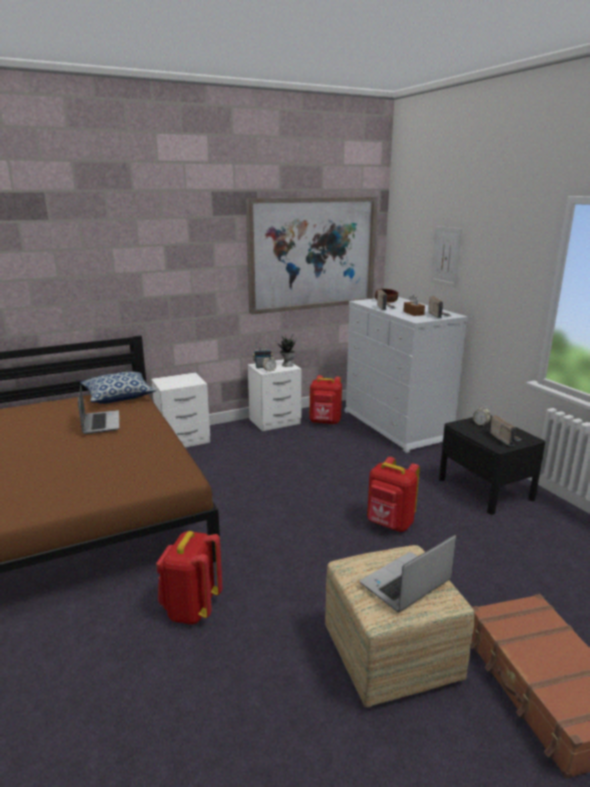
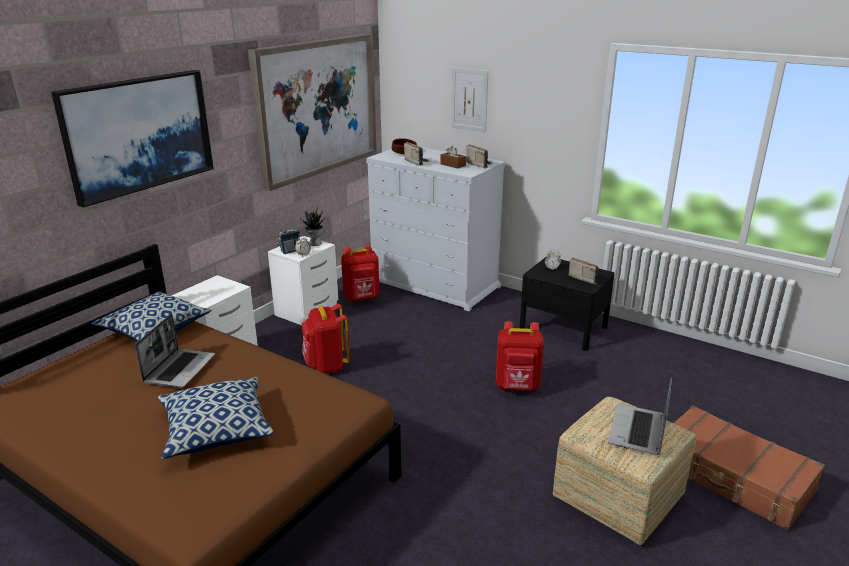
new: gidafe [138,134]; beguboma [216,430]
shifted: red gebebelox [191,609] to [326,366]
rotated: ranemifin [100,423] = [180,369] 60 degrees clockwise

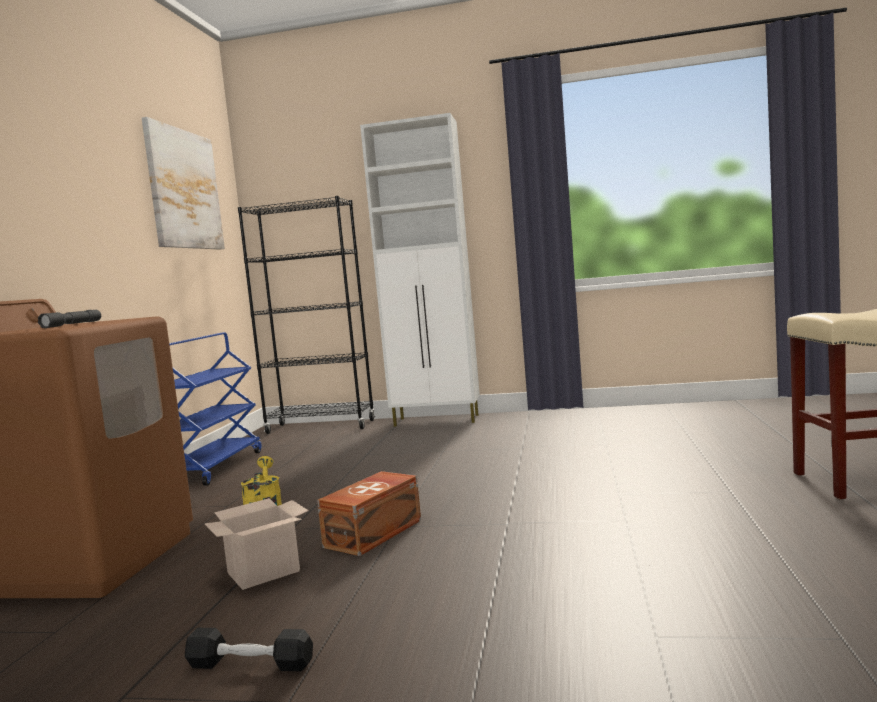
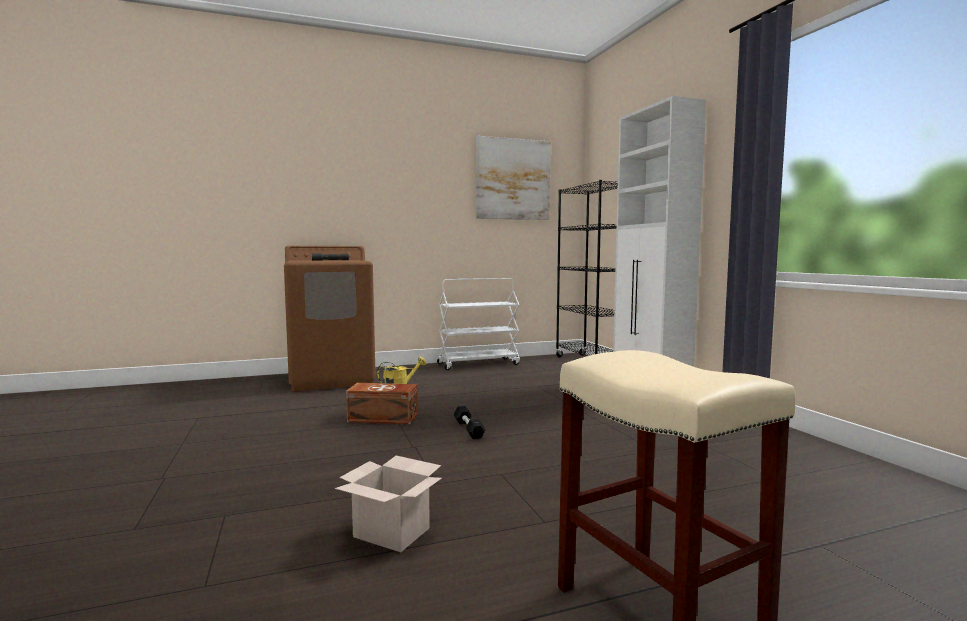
shifted: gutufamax [265,571] to [393,532]; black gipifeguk [250,664] to [468,429]
repainted: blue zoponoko [214,468] to white zoponoko [478,364]

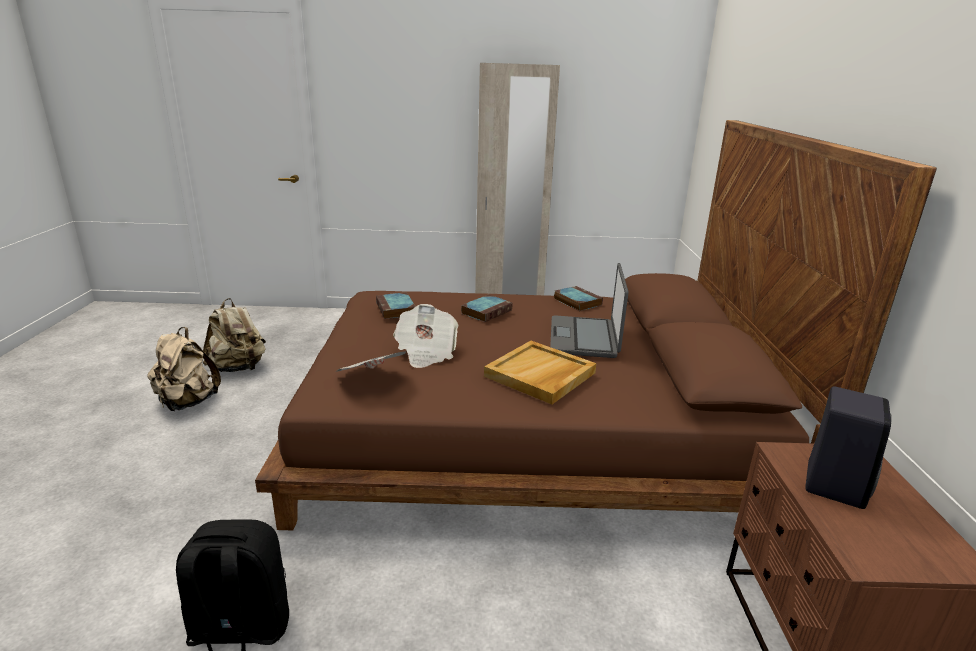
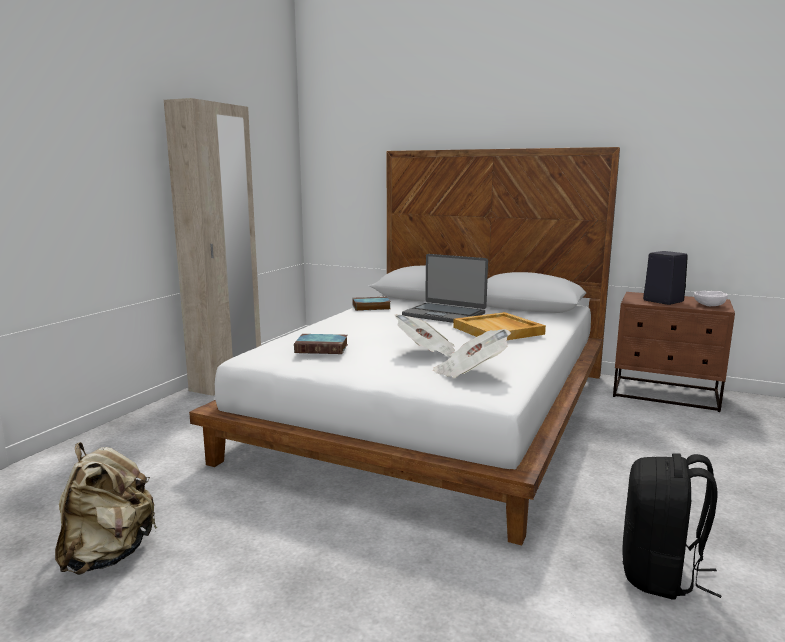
gone: beige gebebelox [187,402]; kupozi [487,311]
new: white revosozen [709,305]
repainted: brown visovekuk [528,432] to white visovekuk [435,413]

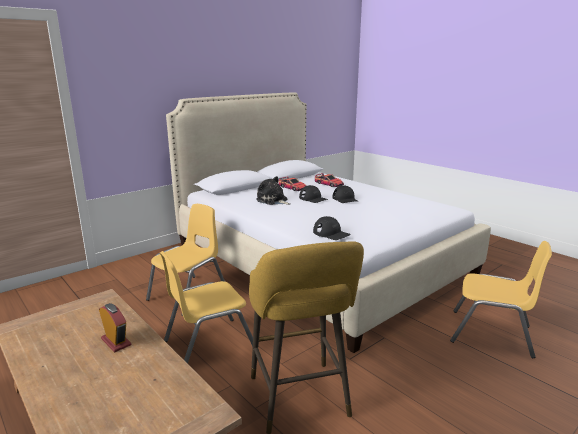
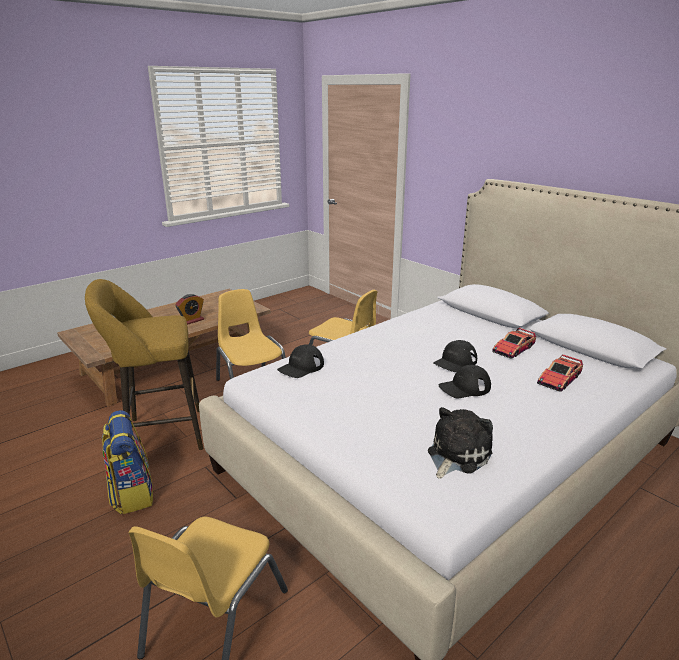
new: gebebelox [132,493]
shifted: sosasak [273,201] to [456,455]

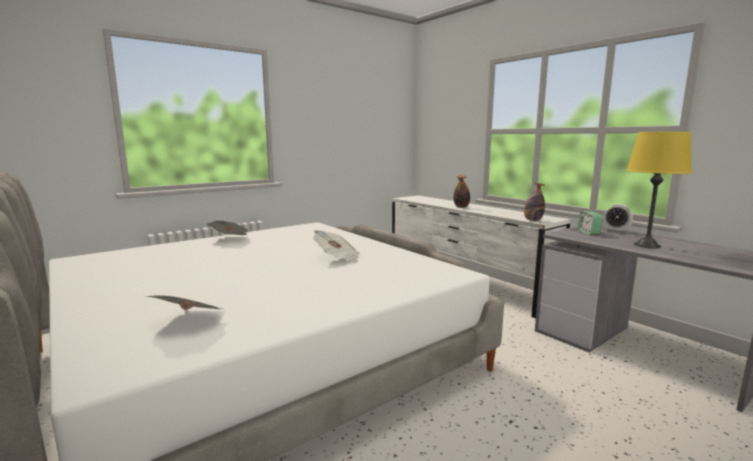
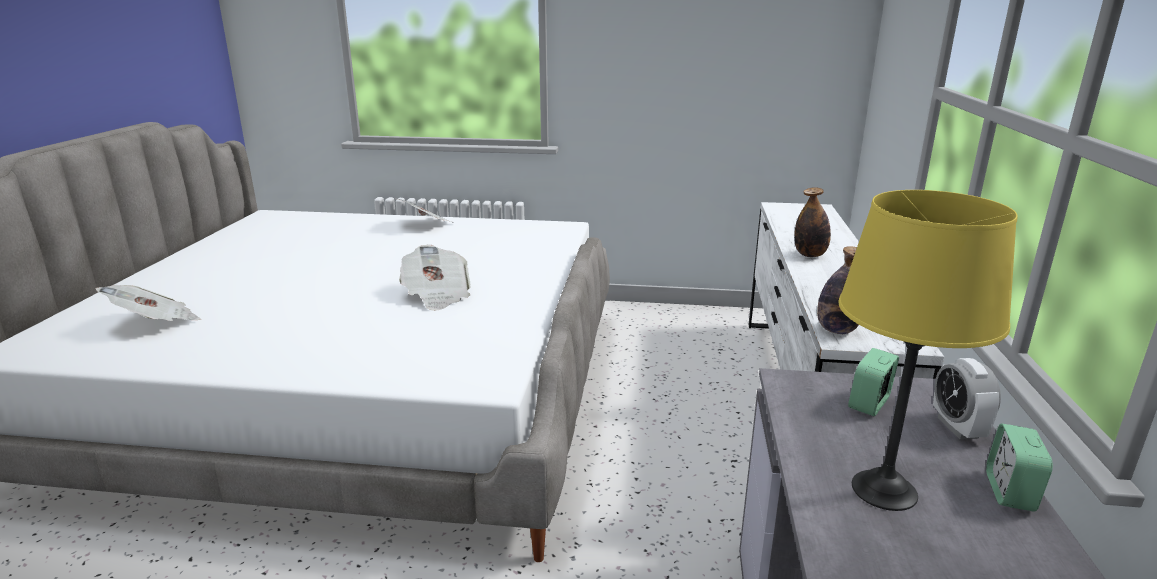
new: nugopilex [1010,492]

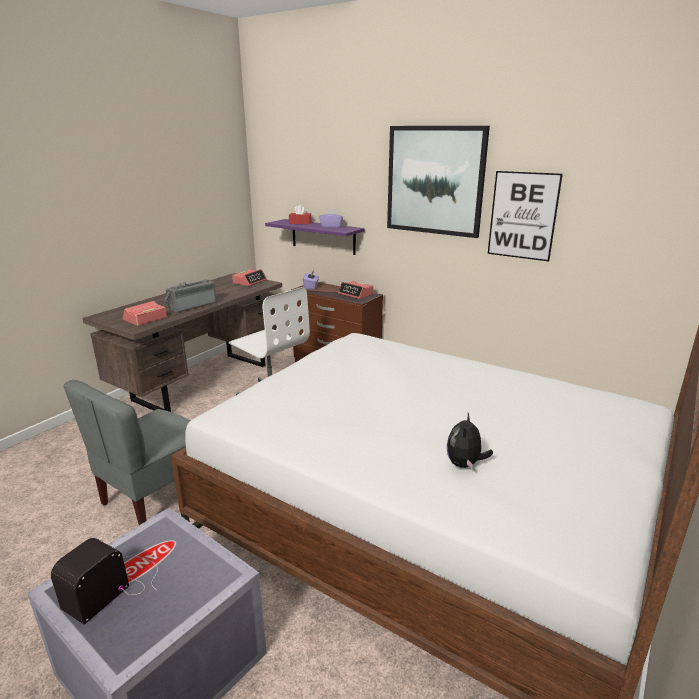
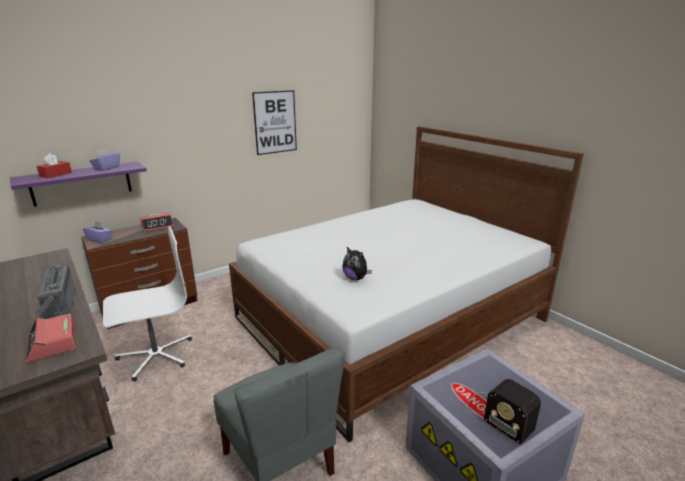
gone: nugopilex [250,282]; gidafe [435,181]
shifted: sosasak [465,464] to [355,278]

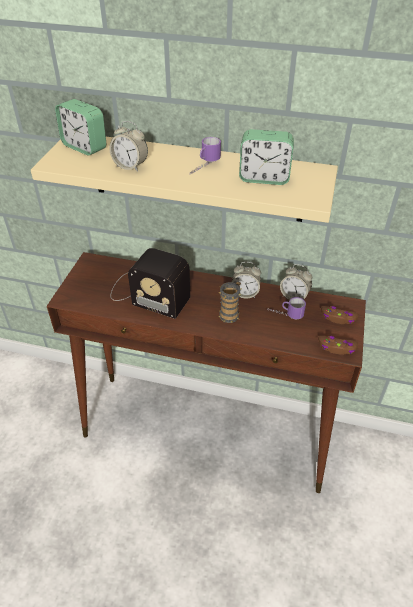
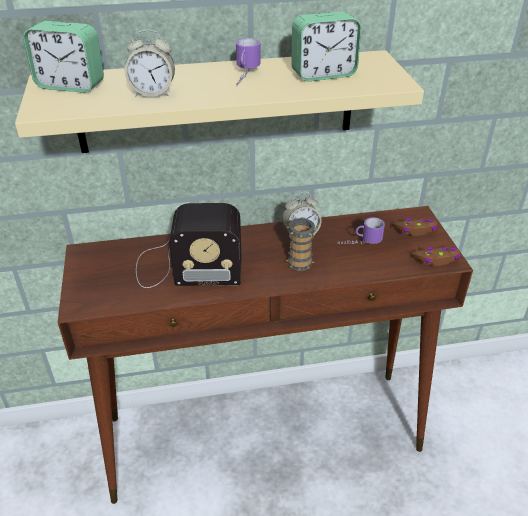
gone: nugopilex [294,296]

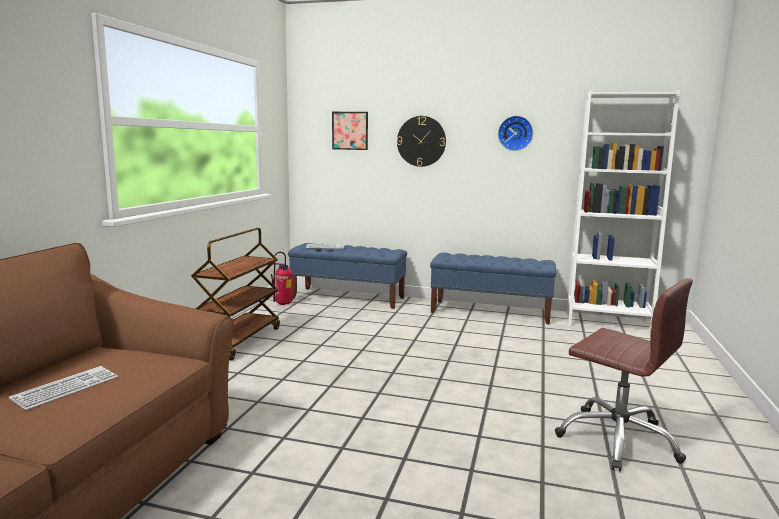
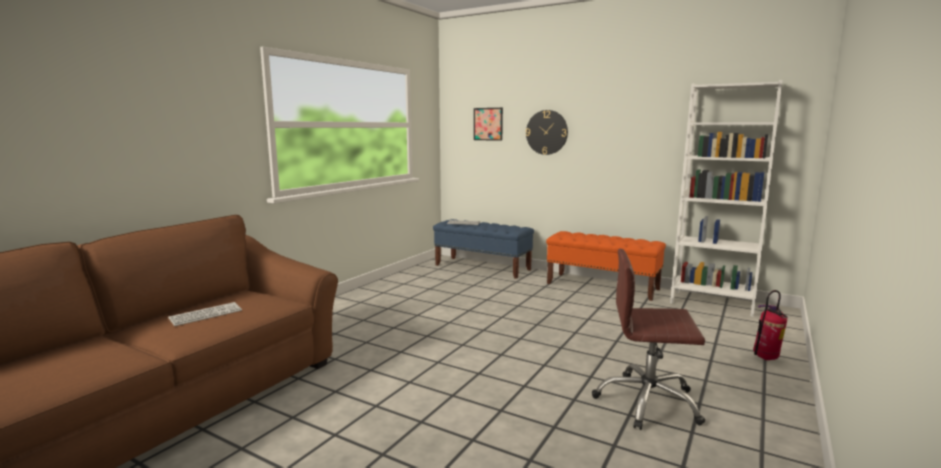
gone: brown zoponoko [239,340]; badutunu [515,133]
shifted: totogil [283,304] to [765,358]
repainted: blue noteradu [490,312] to orange noteradu [602,286]
rotated: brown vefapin [618,439] = [647,402] 135 degrees clockwise

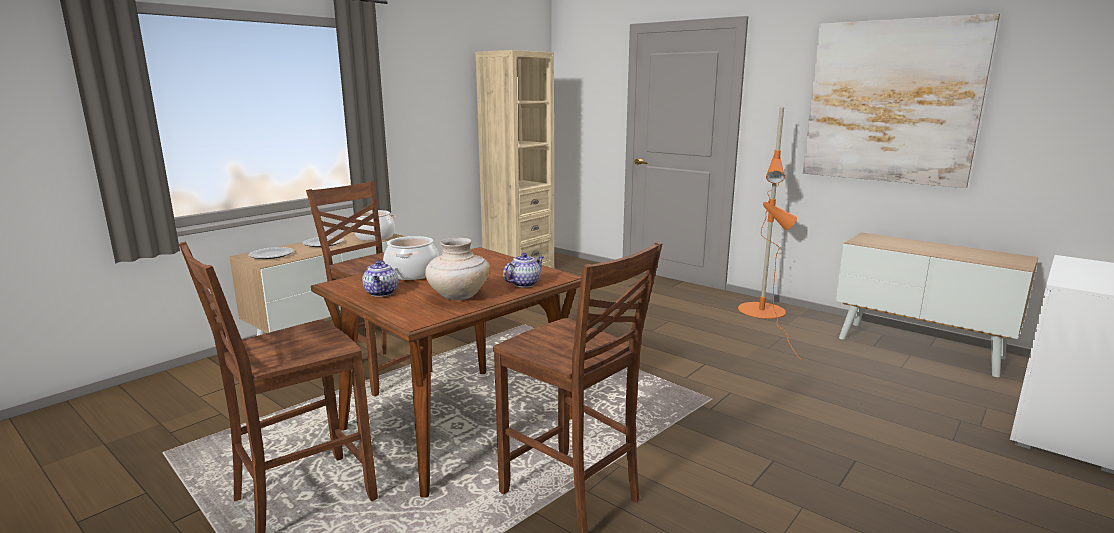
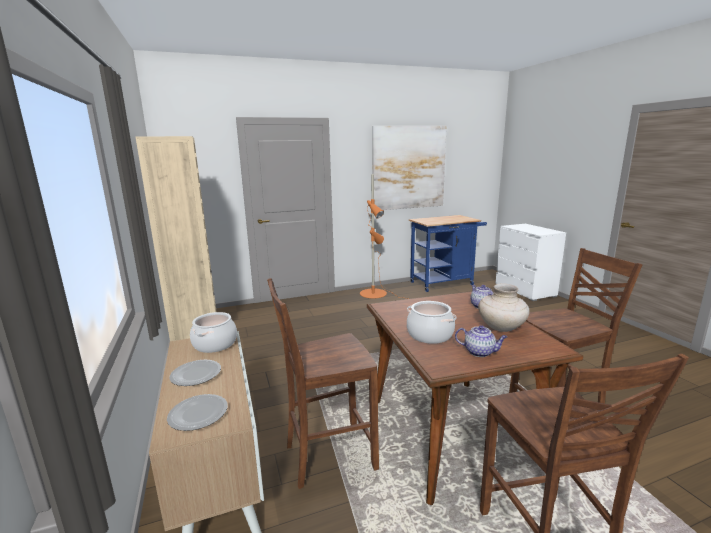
swapped: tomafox [920,347] to blue zoponoko [445,283]

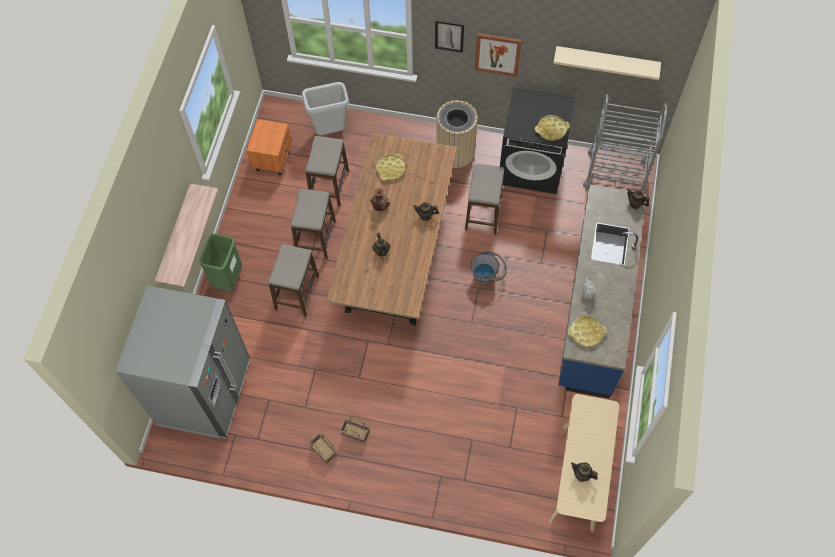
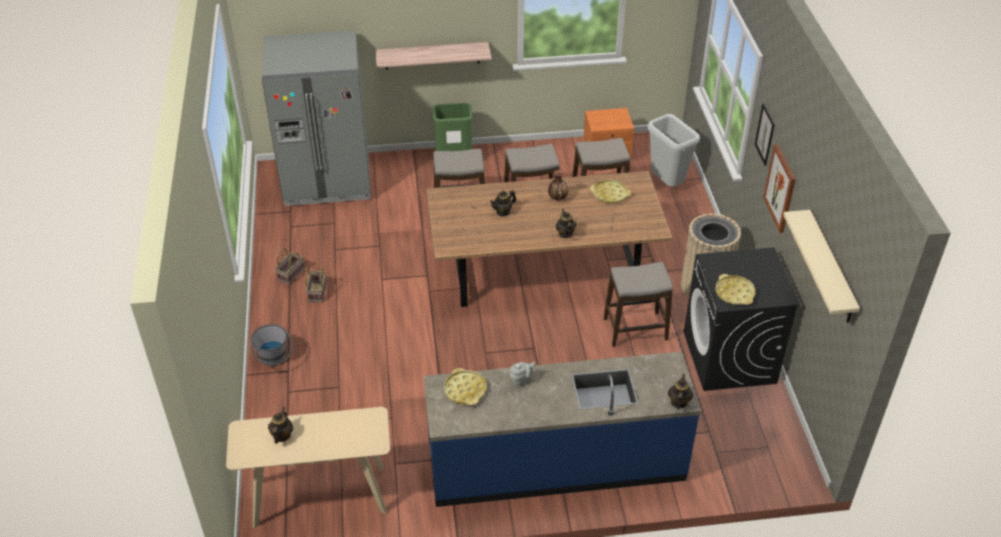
gone: grey zoponoko [615,173]
shifted: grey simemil [487,275] to [274,361]

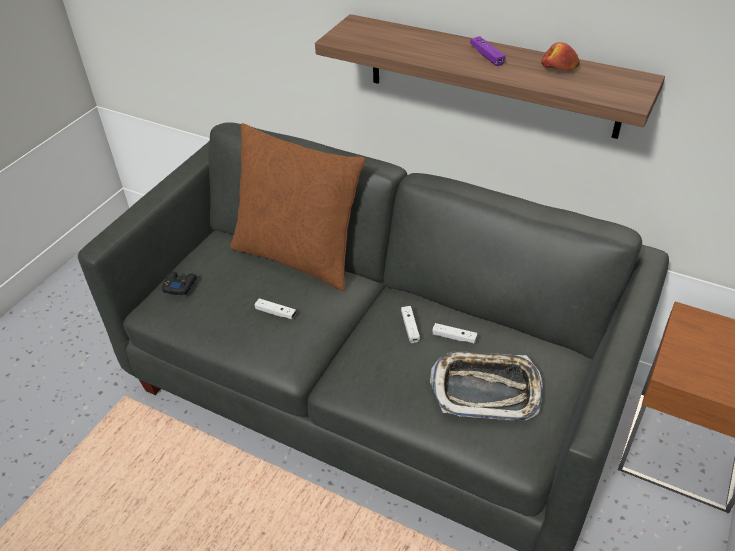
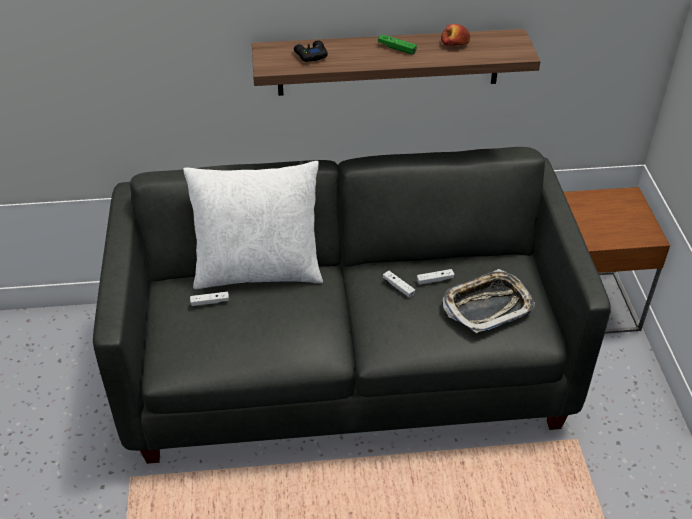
shifted: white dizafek [275,313] to [210,302]; black dizafek [179,285] to [310,55]
repainted: brown beguboma [298,255] to white beguboma [258,270]; purple dizafek [487,56] to green dizafek [397,48]

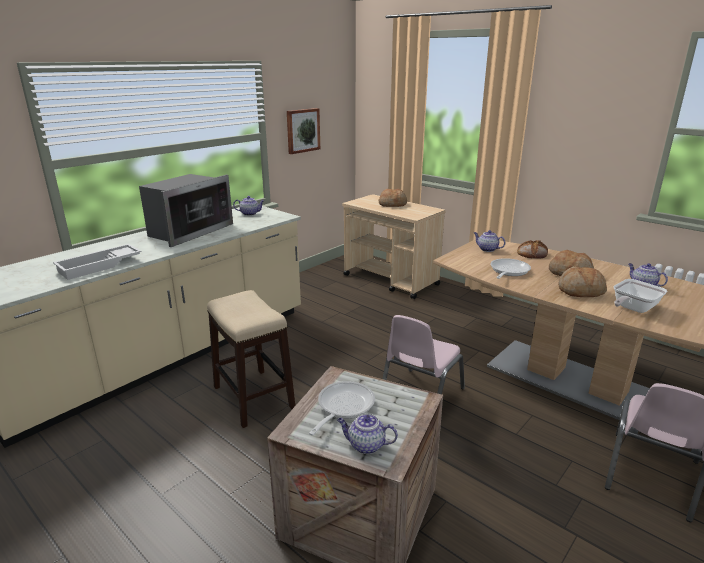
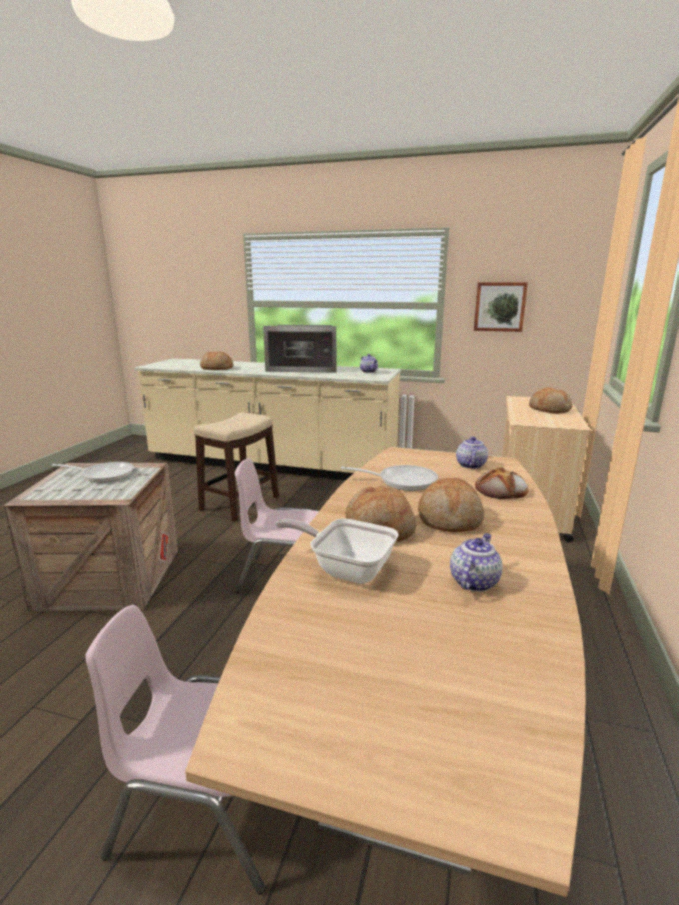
gone: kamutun [365,445]
swapped: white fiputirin [100,266] to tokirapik [216,368]

